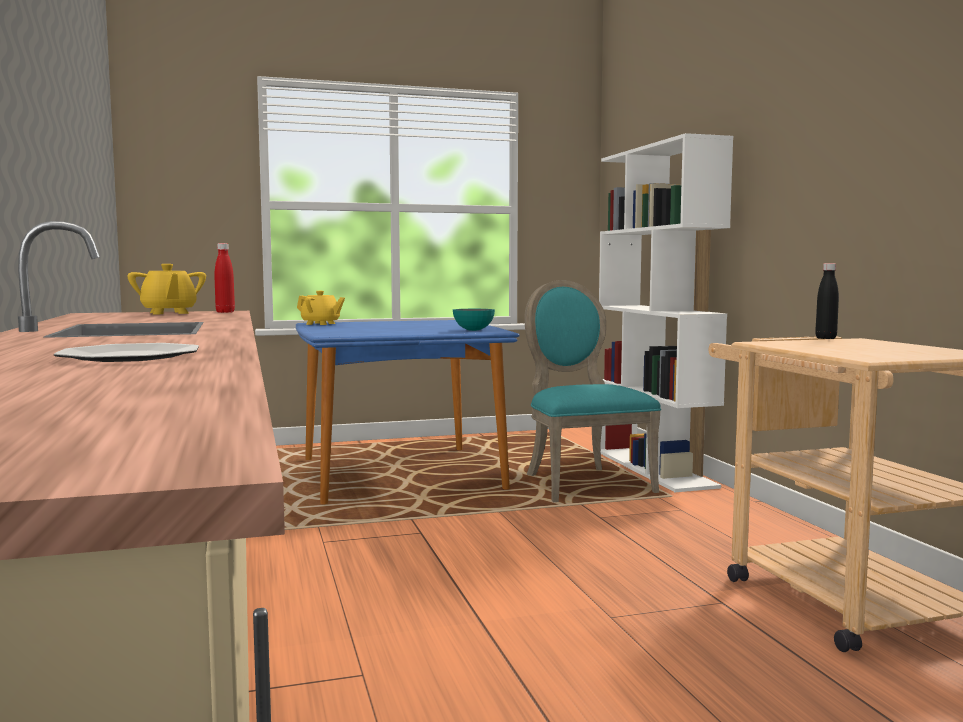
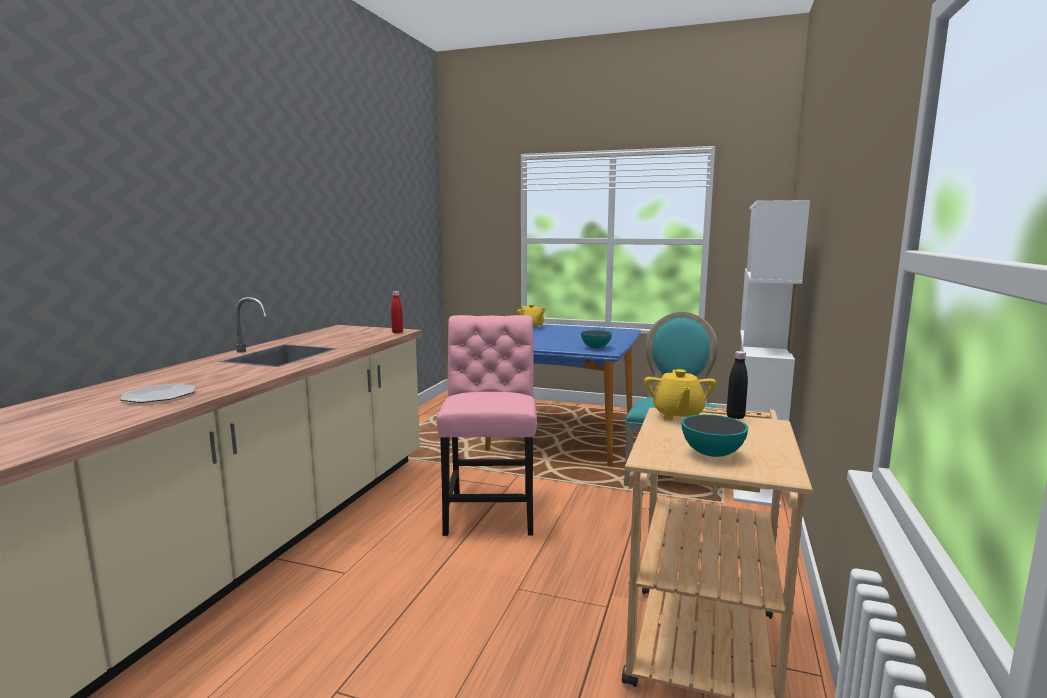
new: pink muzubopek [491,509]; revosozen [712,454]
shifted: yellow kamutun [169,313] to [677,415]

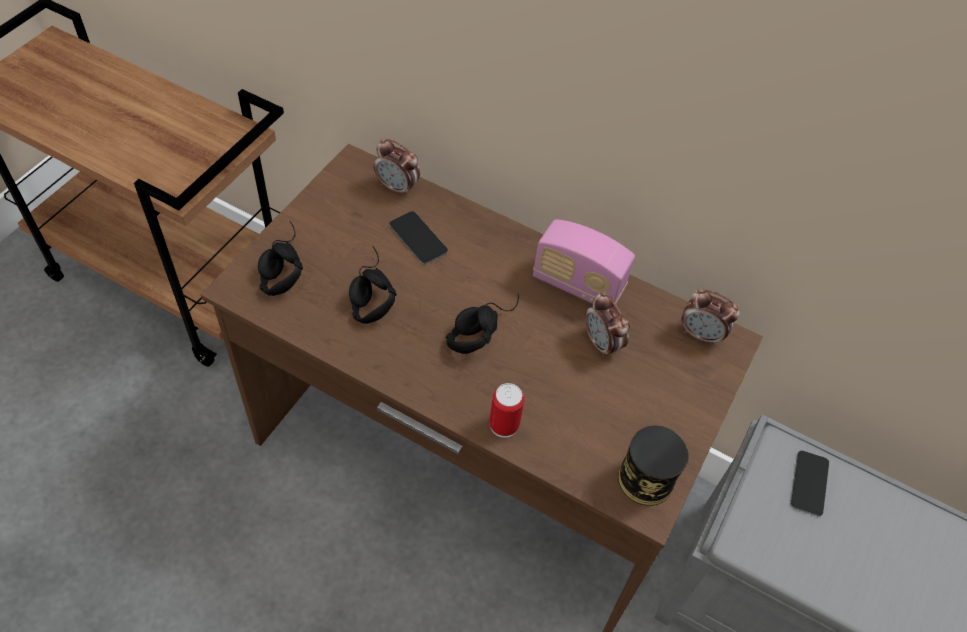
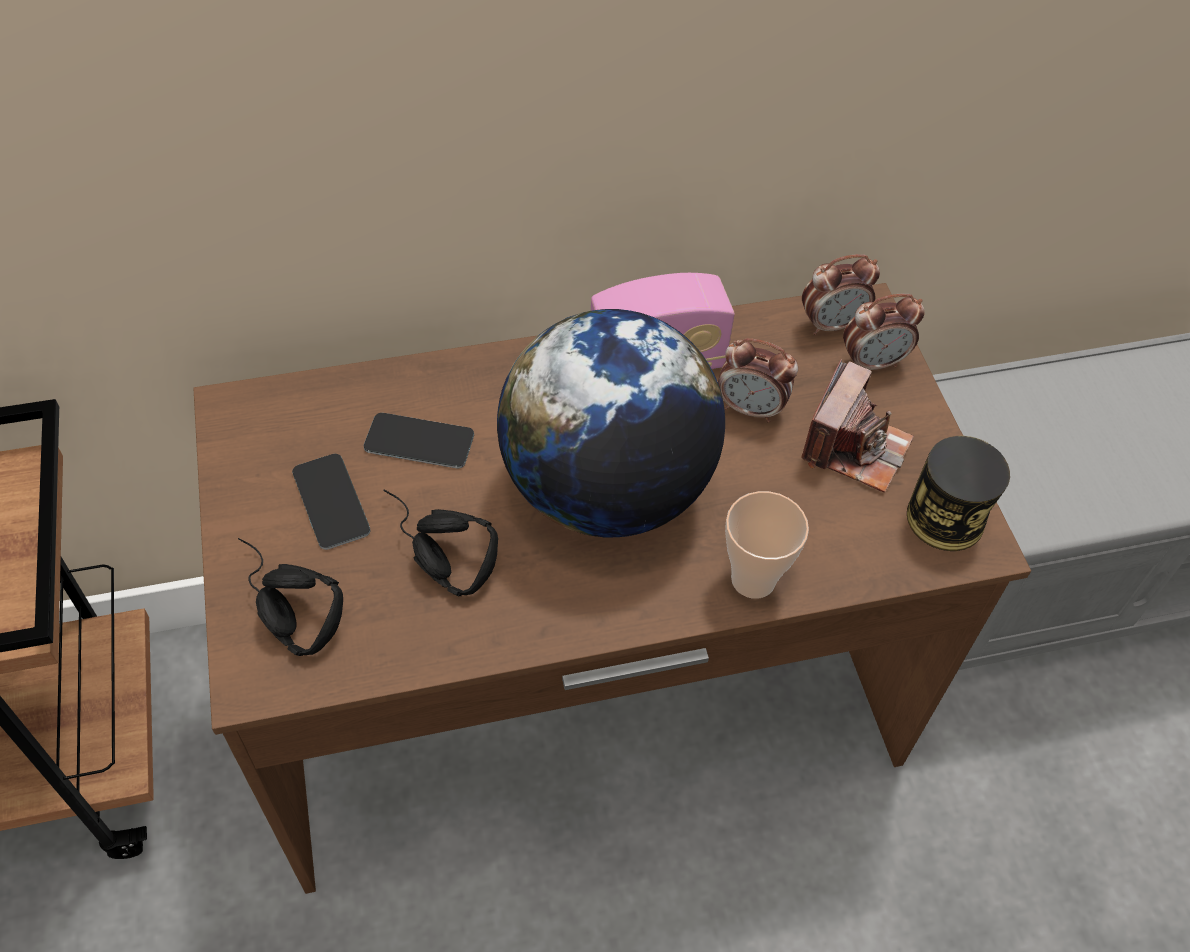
new: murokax [854,447]
shifted: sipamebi [809,483] to [331,501]; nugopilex [397,187] to [873,362]
swapped: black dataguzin [480,326] to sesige [606,489]; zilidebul [504,425] to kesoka [753,579]

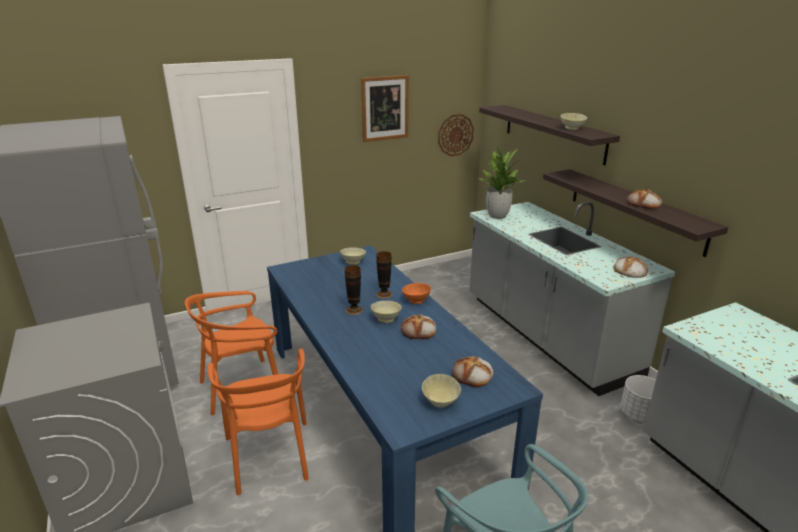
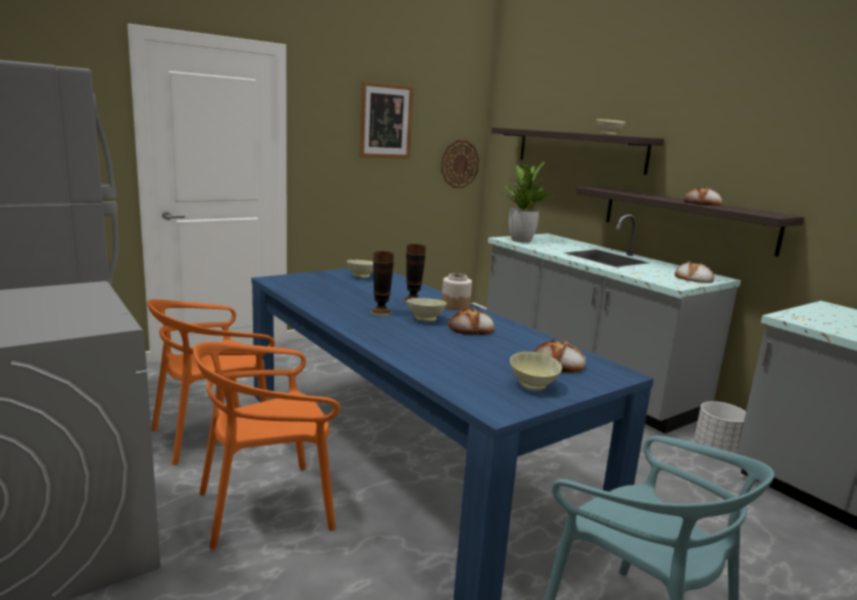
swapped: orange revosozen [416,300] to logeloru [455,305]
rotated: orange muzubopek [269,456] = [266,507] 90 degrees clockwise

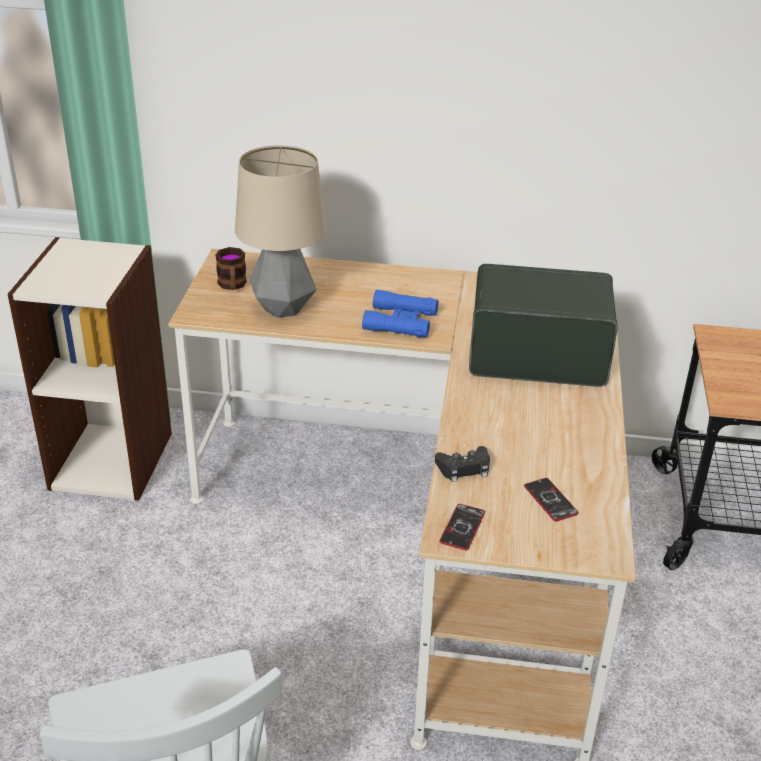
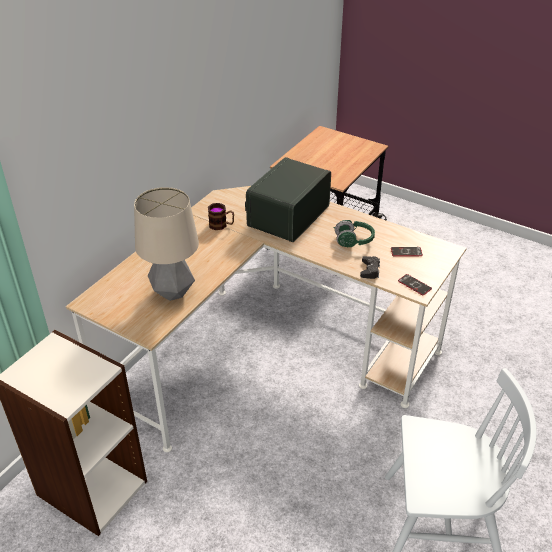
gone: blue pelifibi [400,321]
new: green dataguzin [353,241]
shifted: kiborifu [232,286] to [221,225]

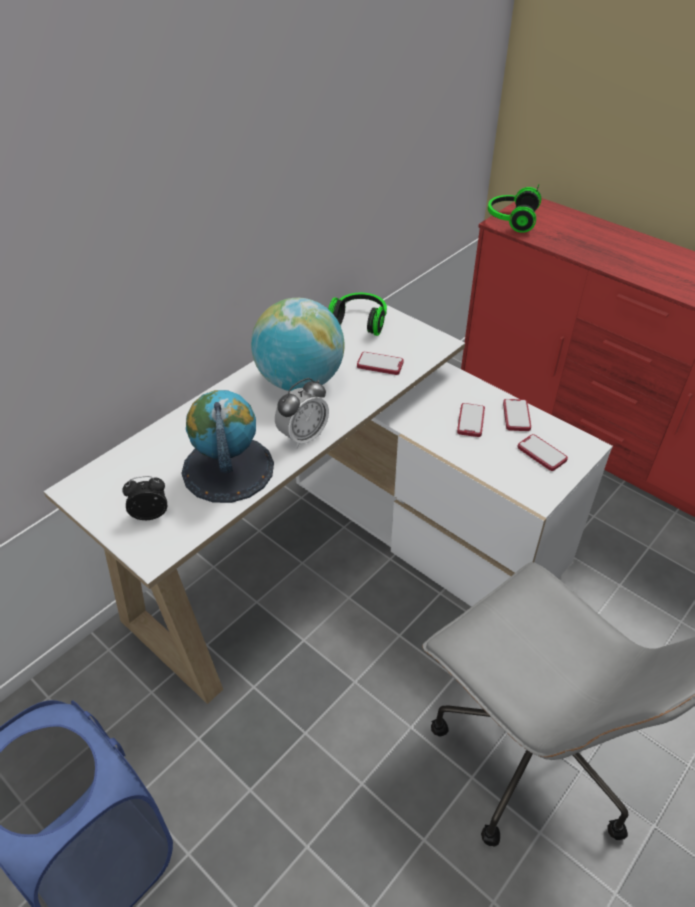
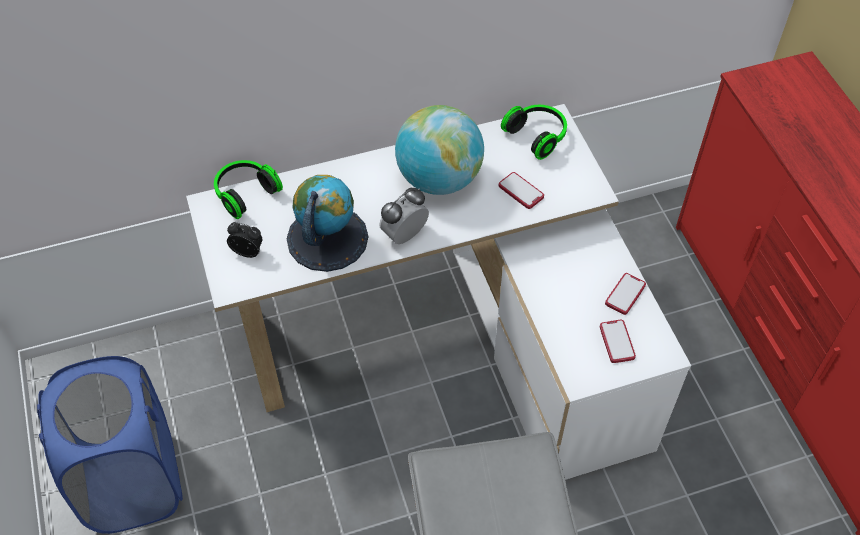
gone: sipamebi [470,421]
shifted: dataguzin [511,220] to [245,193]
rotated: nugopilex [303,436] = [404,235] 150 degrees clockwise

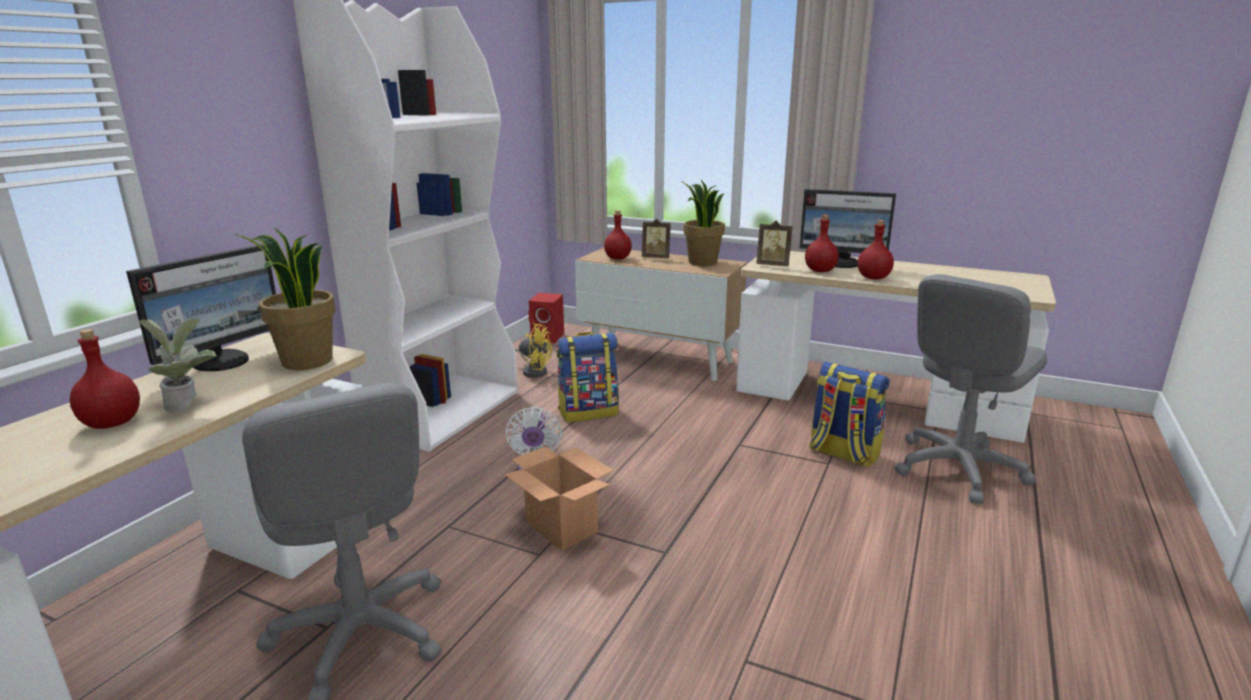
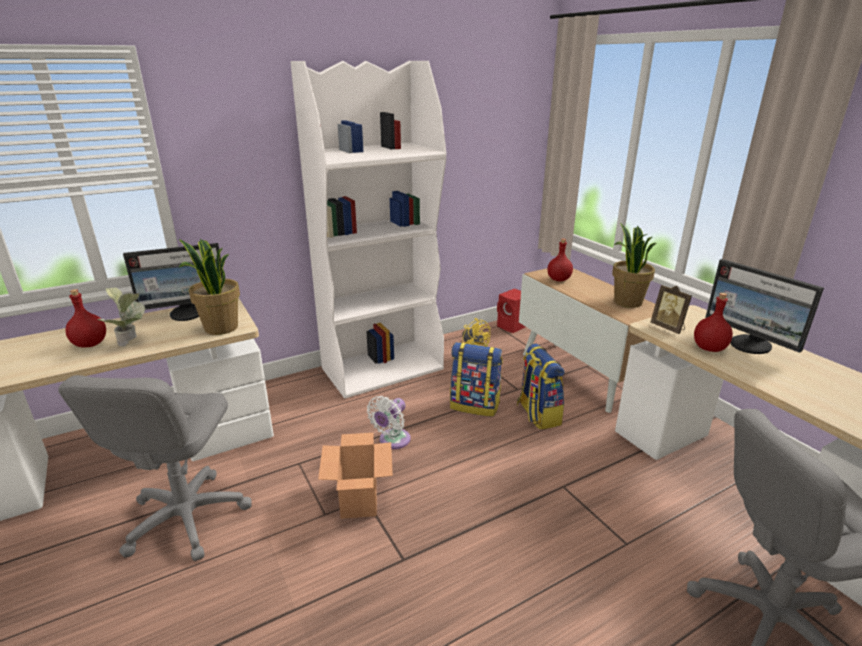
gone: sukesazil [656,257]; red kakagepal [873,278]
shifted: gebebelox [842,454] to [537,414]

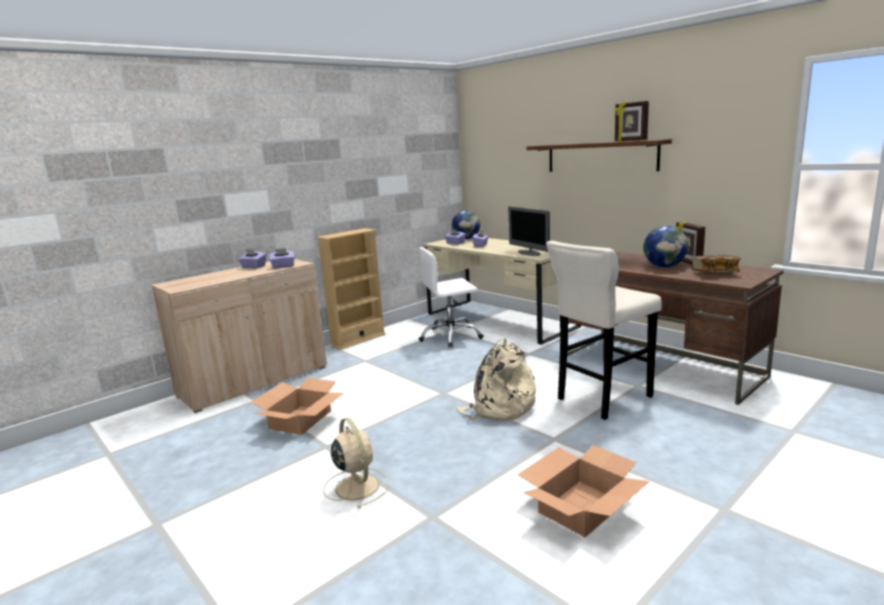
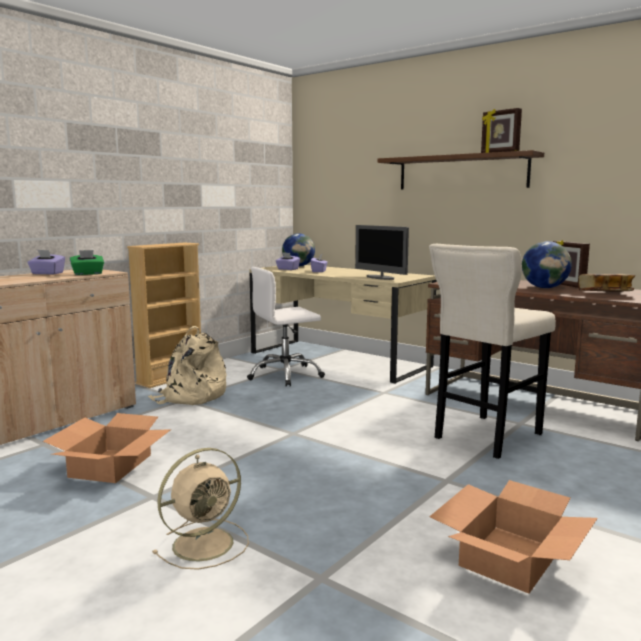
shifted: beige gebebelox [499,408] to [191,397]
repainted: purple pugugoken [283,266] to green pugugoken [88,274]
rotated: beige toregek [356,486] = [205,543] 90 degrees clockwise

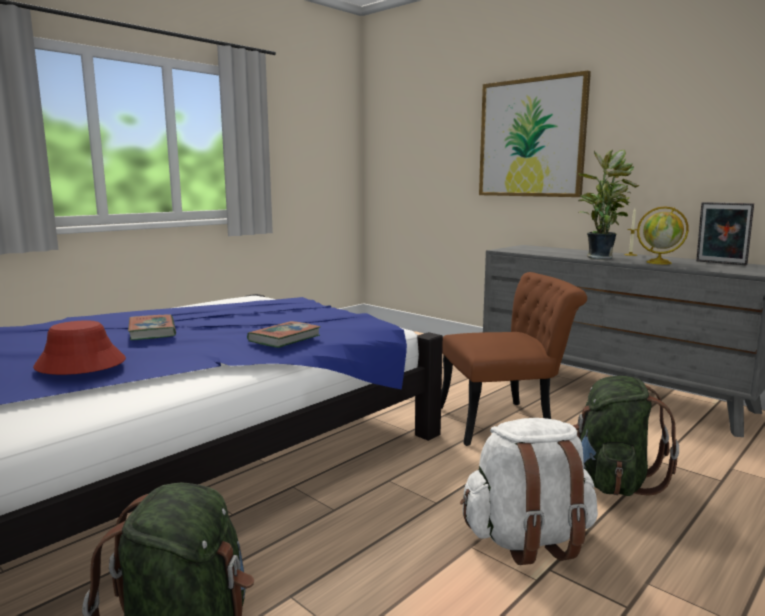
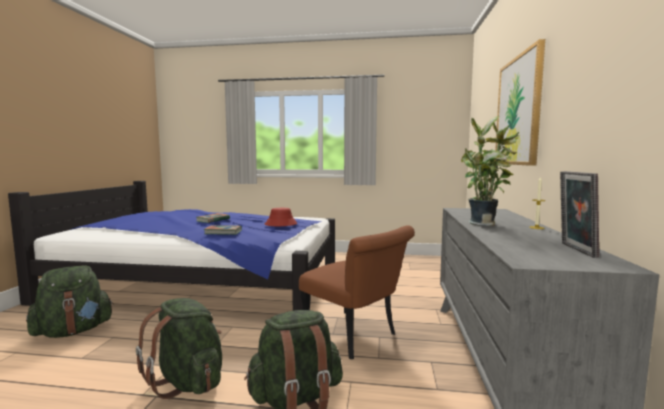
gone: sesige [659,262]
shifted: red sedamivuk [80,364] to [280,224]
repainted: white gebebelox [528,539] to green gebebelox [188,382]

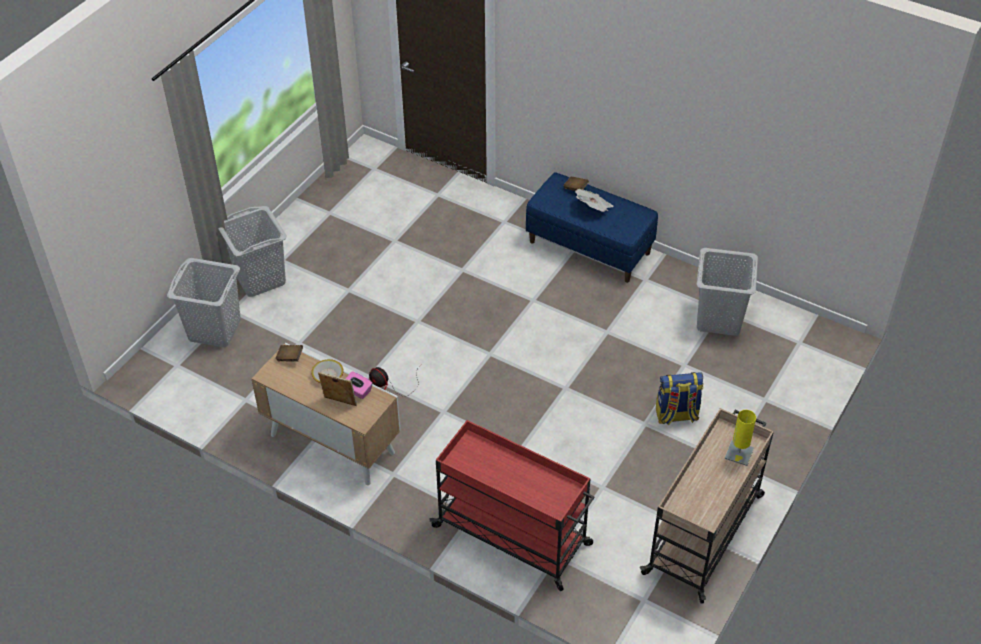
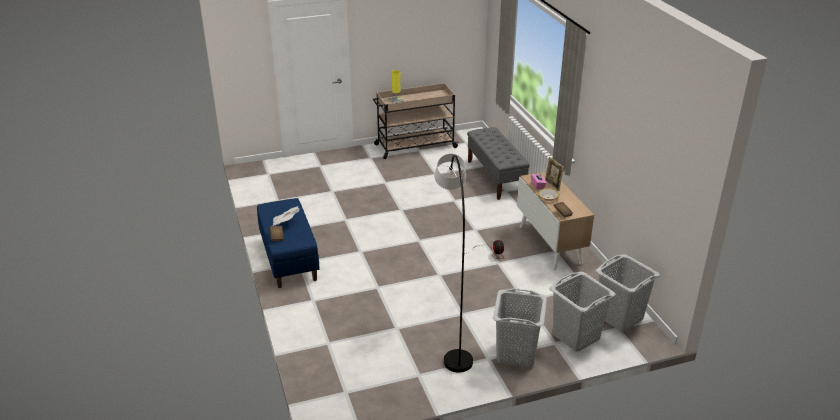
gone: gebebelox [676,415]
new: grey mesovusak [452,326]
shifted: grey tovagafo [719,319] to [620,317]
swapped: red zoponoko [513,536] to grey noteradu [495,177]

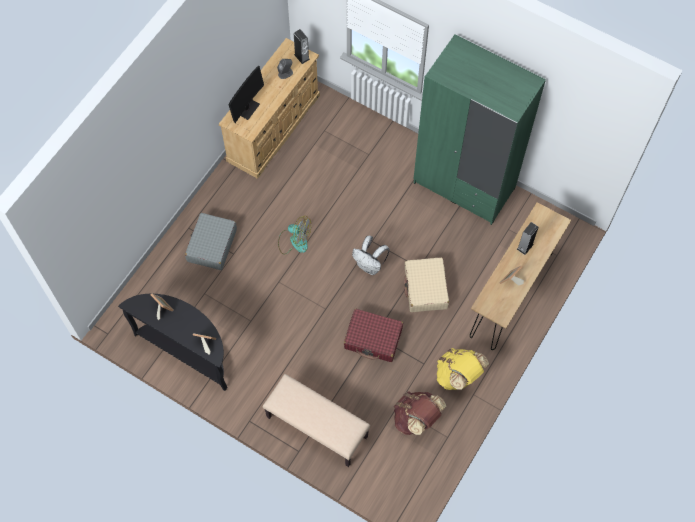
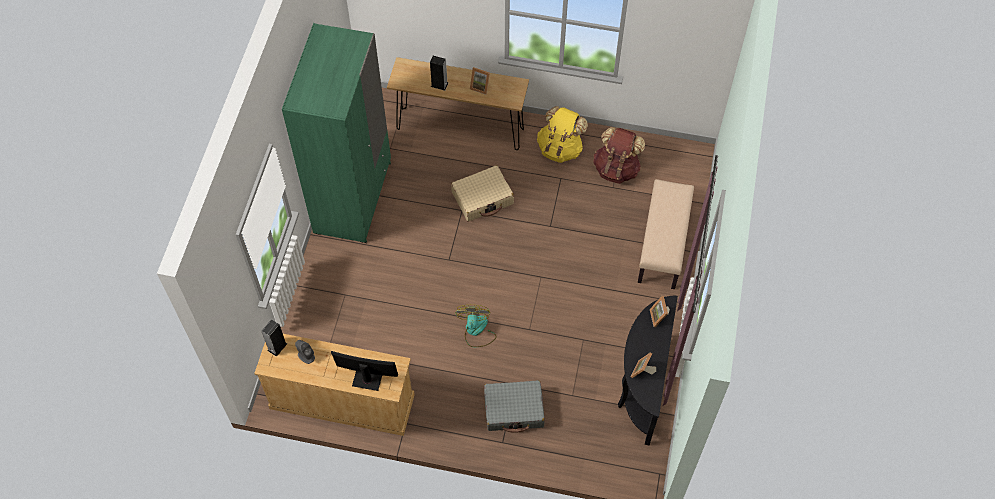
gone: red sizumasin [373,339]; white gebebelox [370,266]

